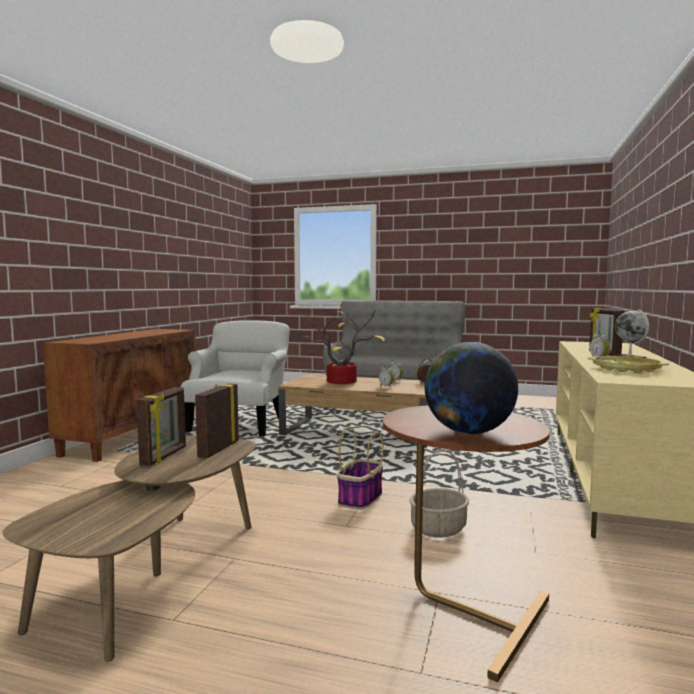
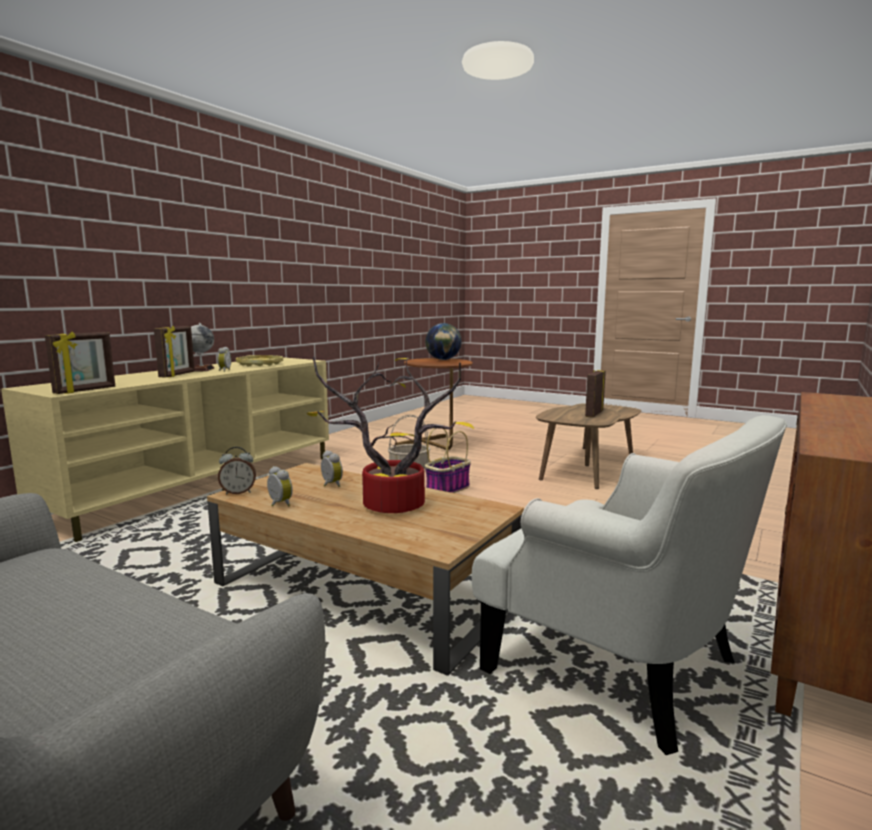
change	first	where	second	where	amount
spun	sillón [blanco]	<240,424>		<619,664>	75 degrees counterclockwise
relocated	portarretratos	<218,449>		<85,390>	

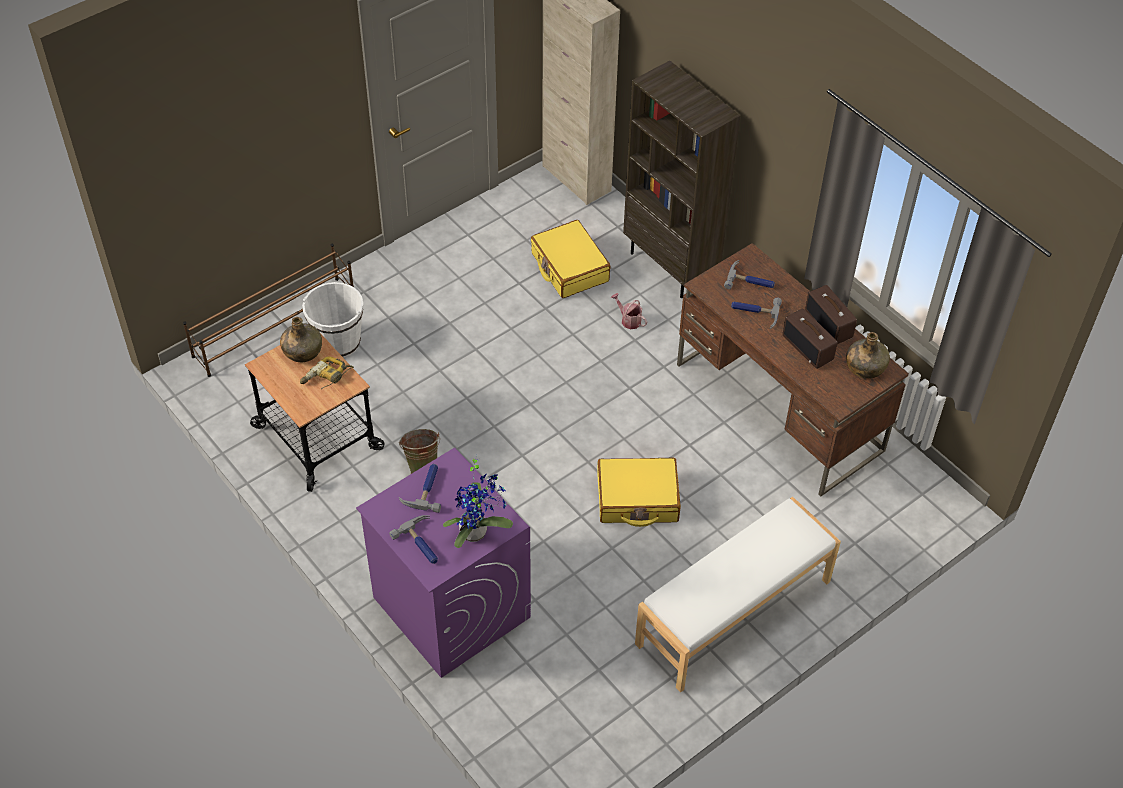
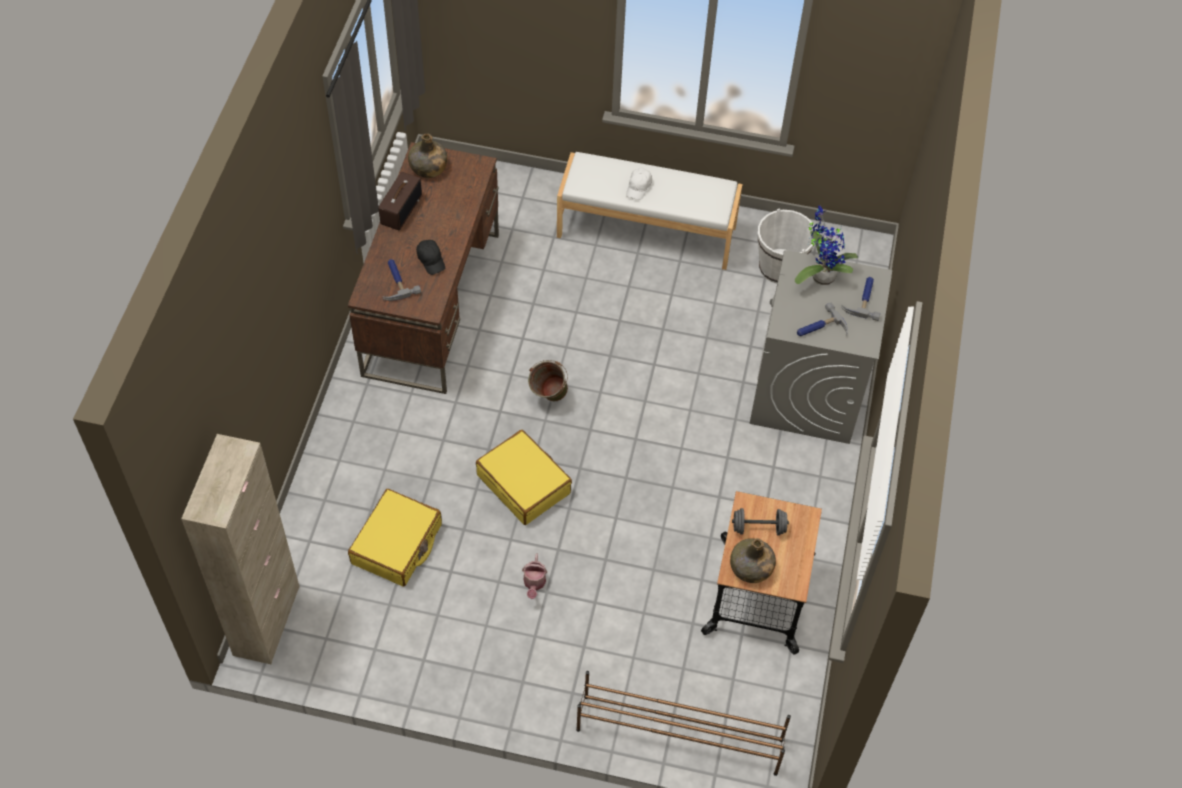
change	first	where	second	where	amount
exchanged	taladro	<326,378>	mancuerna [gris]	<758,528>	
relocated	cubo [blanco]	<338,342>		<780,267>	
colour	lavadora [morado]	<450,606>	lavadora [gris]	<807,391>	
relocated	cubo [verde]	<422,466>		<548,398>	
relocated	maleta [amarillo]	<637,499>		<524,484>	
relocated	regadera	<628,320>		<534,584>	
missing	estantería [marrón]	<671,267>			
exchanged	martillo	<754,313>	gorra [negro]	<431,260>	
missing	radio	<808,347>			
appeared			gorra [blanco]	<639,187>	

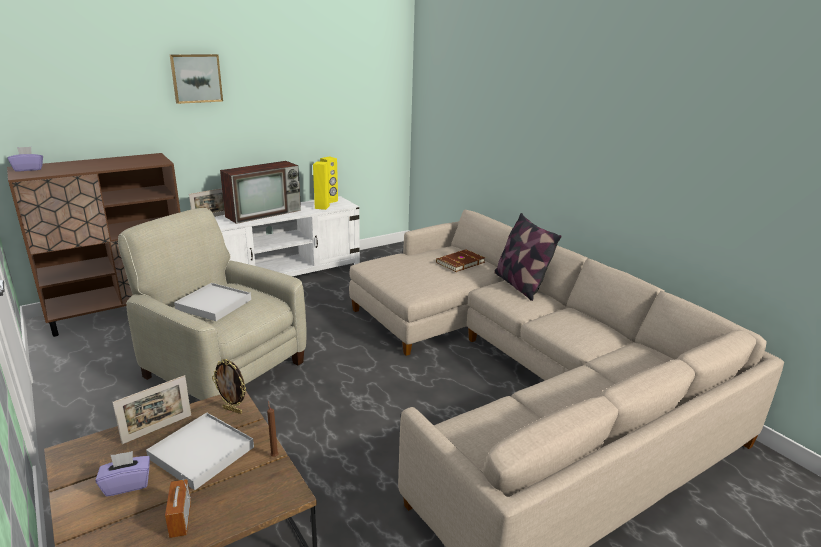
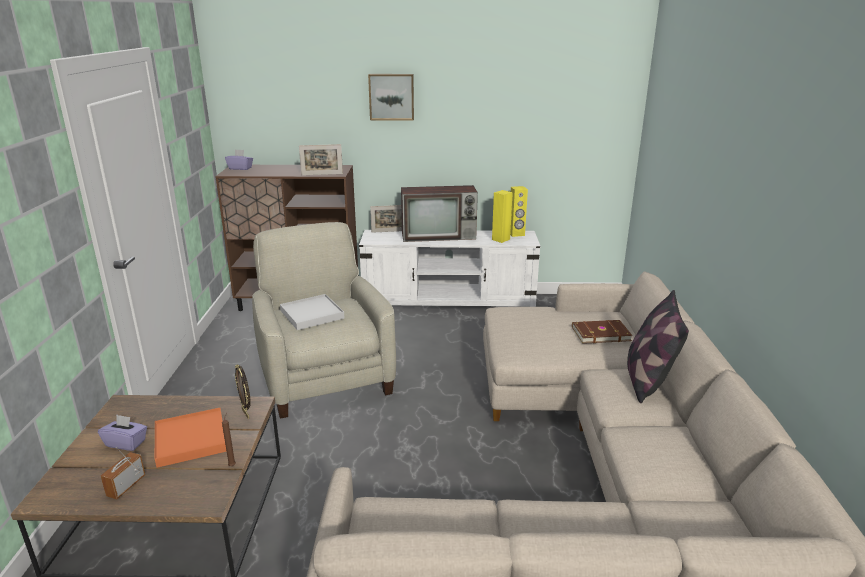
change	first	where	second	where	amount
relocated	portarretratos	<157,429>		<322,174>	
colour	bandeja [blanco]	<201,453>	bandeja [naranja]	<190,440>	

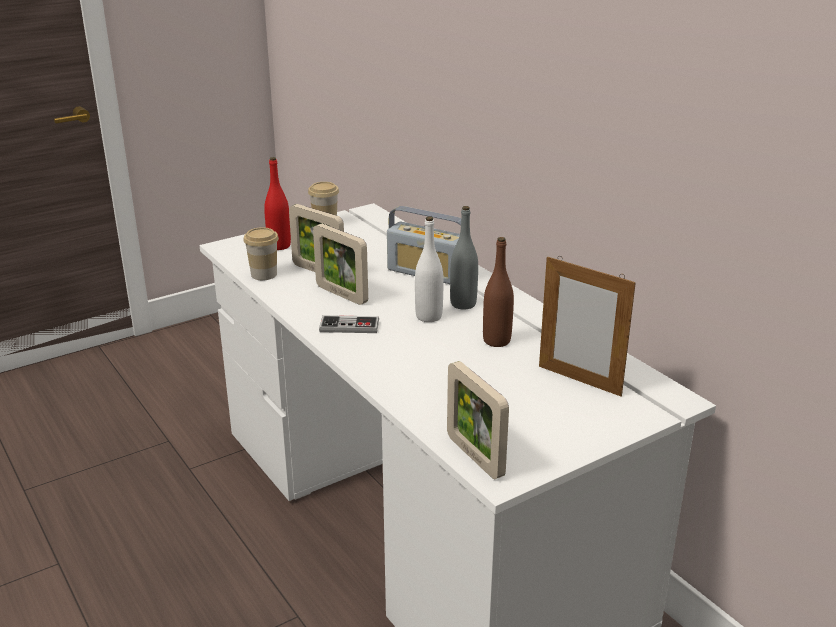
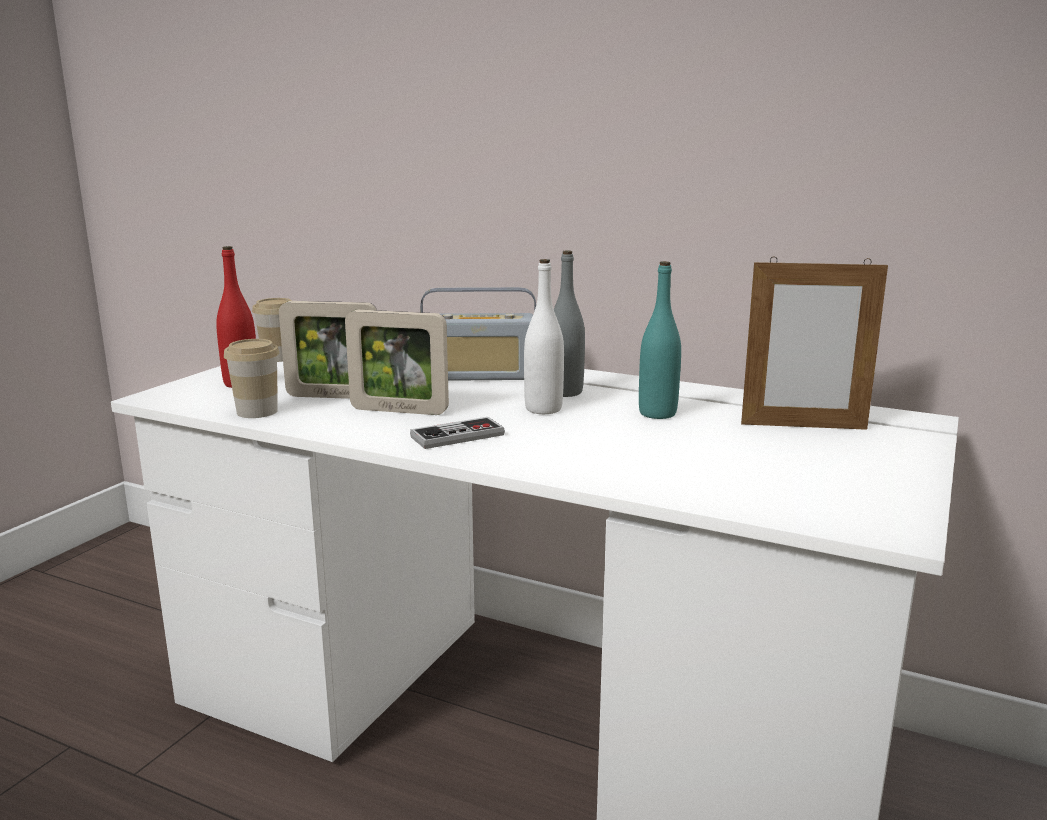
change	first	where	second	where	amount
missing	portarretratos	<475,456>			
colour	botella [marrón]	<496,341>	botella [turquesa]	<657,413>	

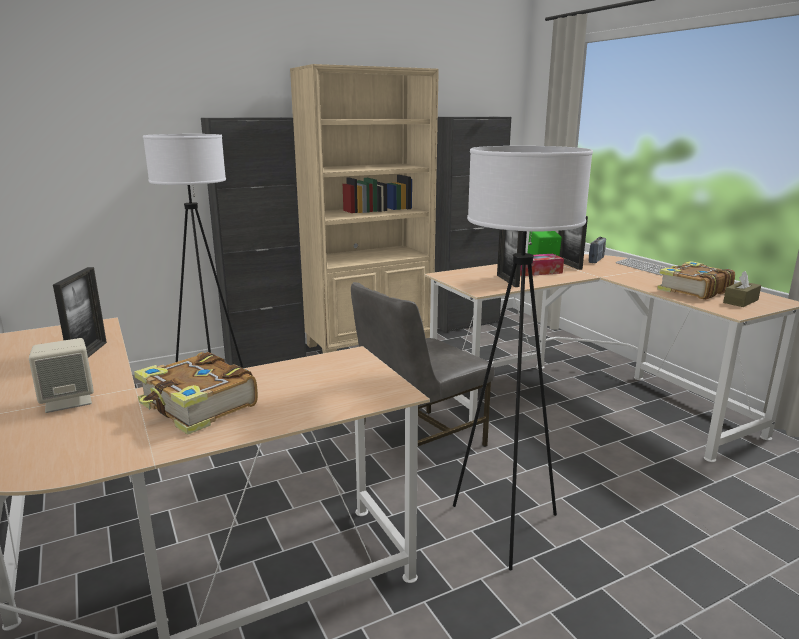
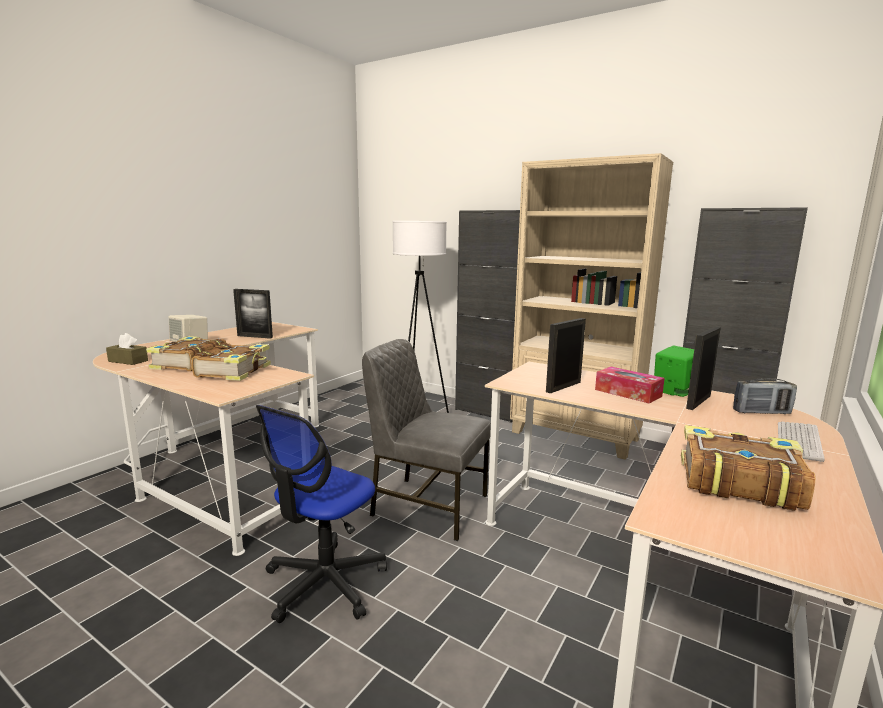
change	first	where	second	where	amount
spun	portarretratos	<88,354>		<255,336>	45 degrees clockwise
exchanged	lámpara de pie [blanco]	<504,527>	silla de oficina	<325,583>	
relocated	caja de pañuelos [marrón]	<740,301>		<128,361>	
appeared			libro	<235,371>	

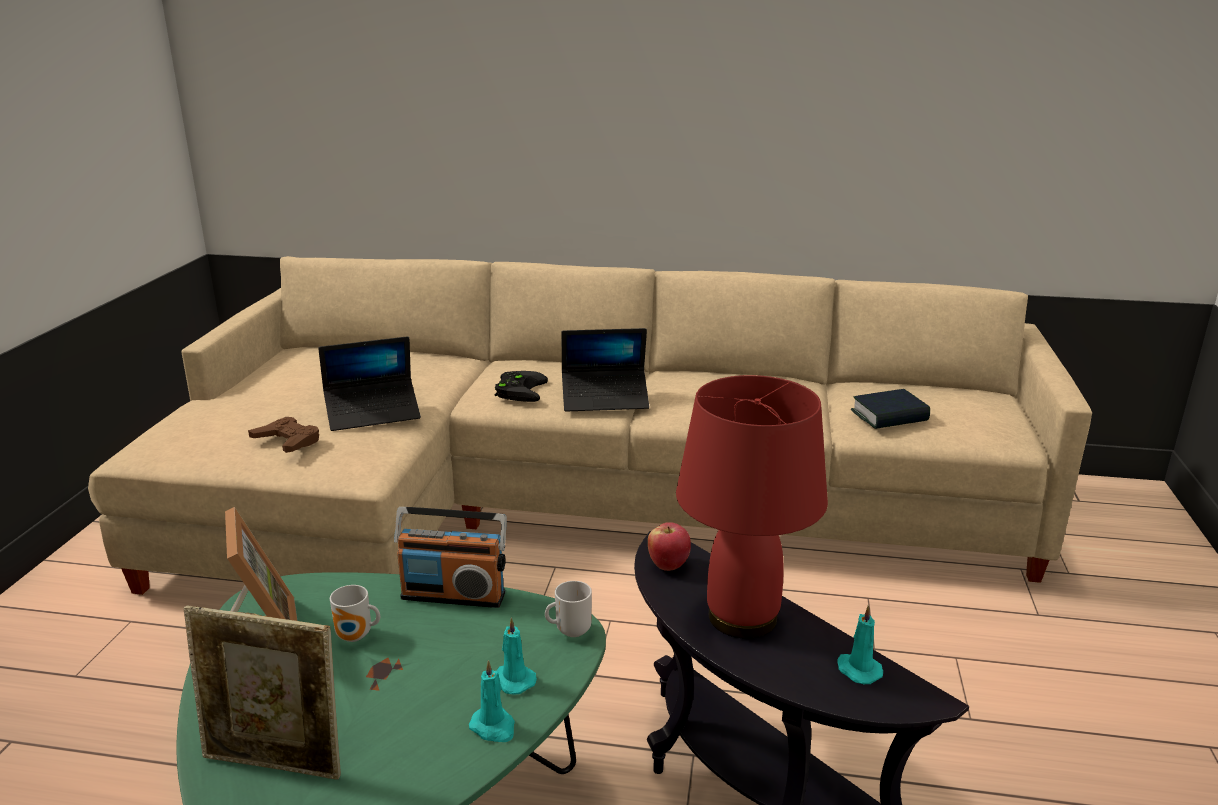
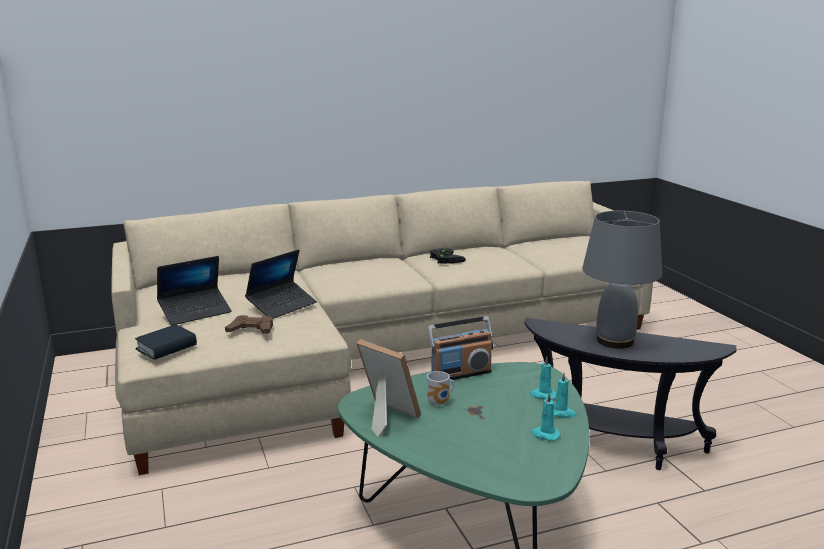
change	first	where	second	where	amount
missing	portarretratos	<276,762>			
relocated	mando de consola [negro]	<519,389>		<444,258>	
missing	taza grande	<570,630>			
relocated	portátil	<605,399>		<195,312>	
missing	manzana	<668,565>			
colour	lámpara de mesa [rojo]	<743,618>	lámpara de mesa [gris]	<616,341>	
relocated	vela [turquesa]	<857,670>		<545,435>	
relocated	libro	<889,416>		<166,347>	

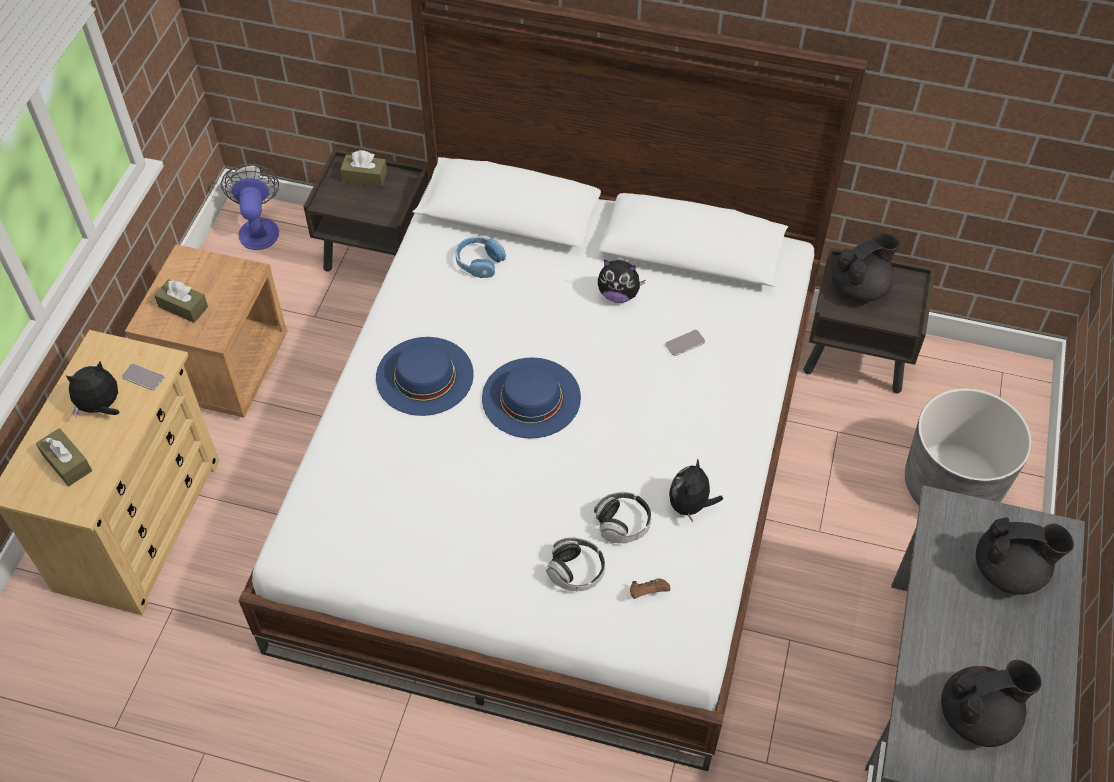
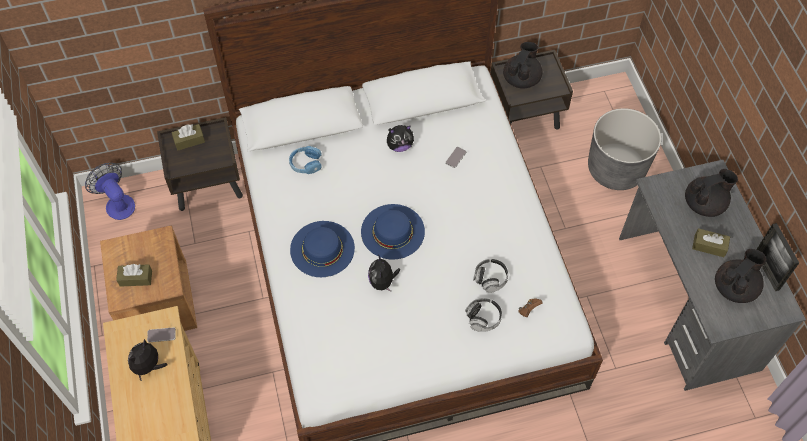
change	first	where	second	where	amount
relocated	caja de pañuelos [marrón]	<67,463>		<709,246>	
relocated	peluche	<690,505>		<382,282>	
appeared			portarretratos	<766,271>	

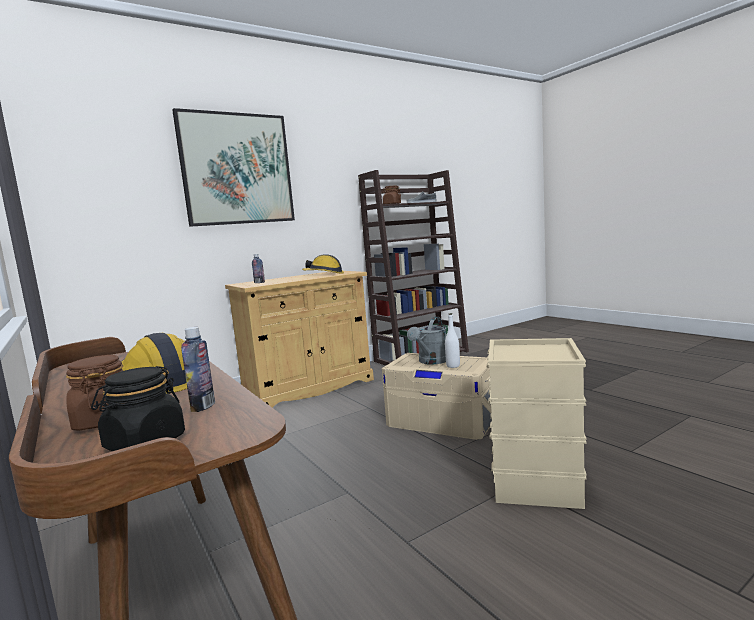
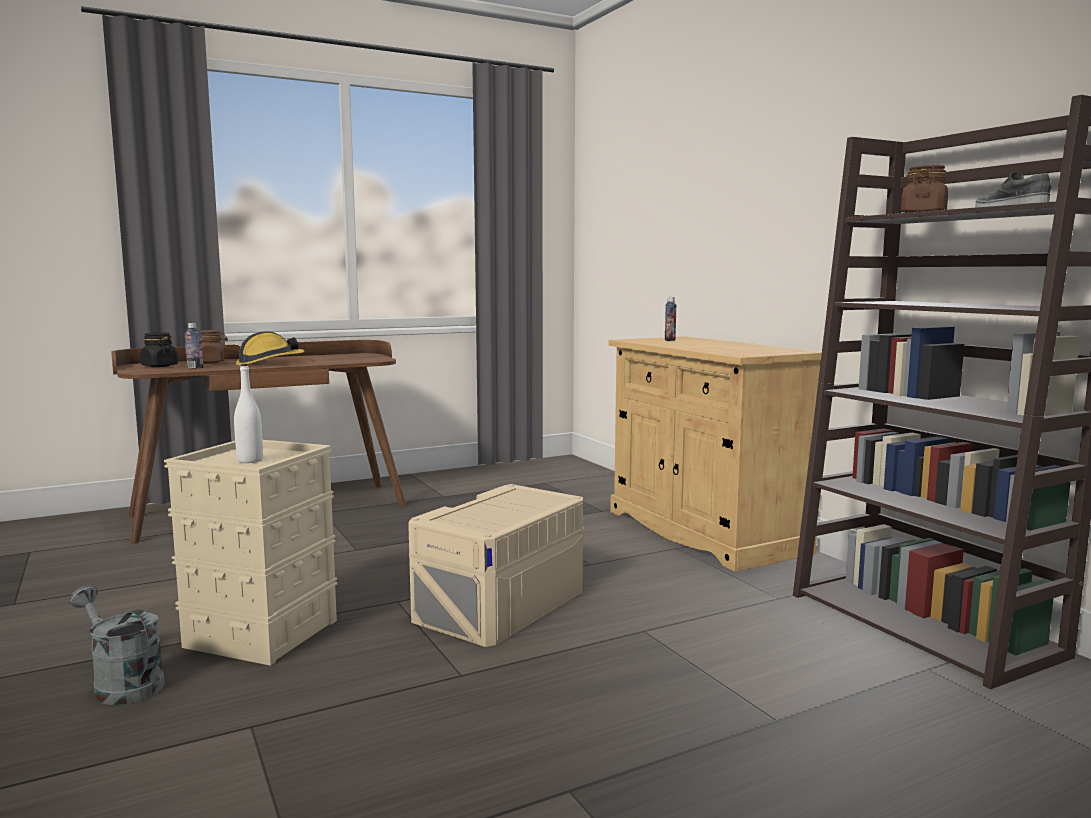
change	first	where	second	where	amount
missing	cuadro	<237,169>			
missing	casco	<324,274>			
relocated	regadera [gris]	<431,361>		<122,684>	
relocated	botella [blanco]	<453,366>		<250,460>	

